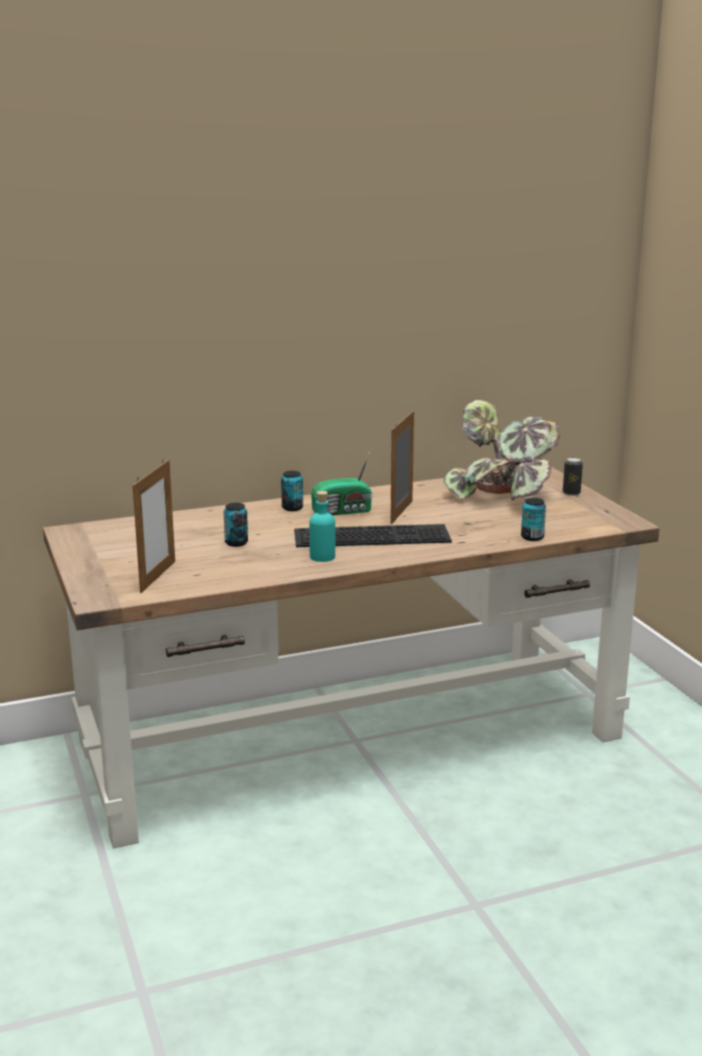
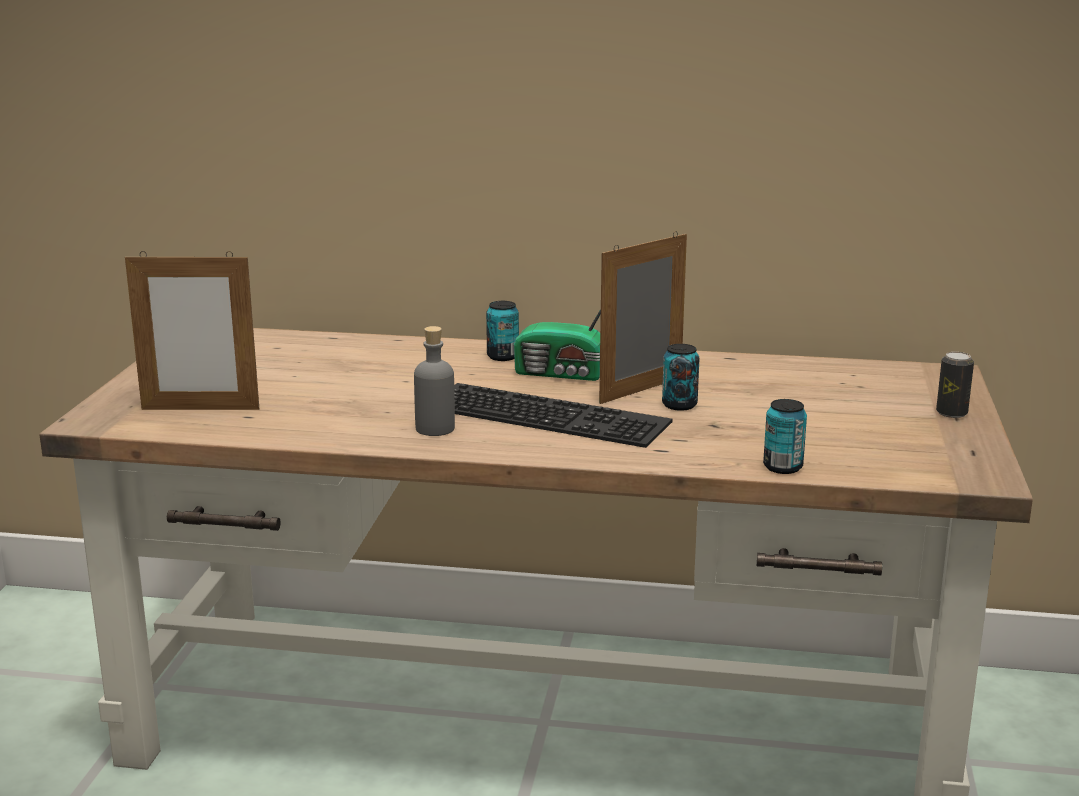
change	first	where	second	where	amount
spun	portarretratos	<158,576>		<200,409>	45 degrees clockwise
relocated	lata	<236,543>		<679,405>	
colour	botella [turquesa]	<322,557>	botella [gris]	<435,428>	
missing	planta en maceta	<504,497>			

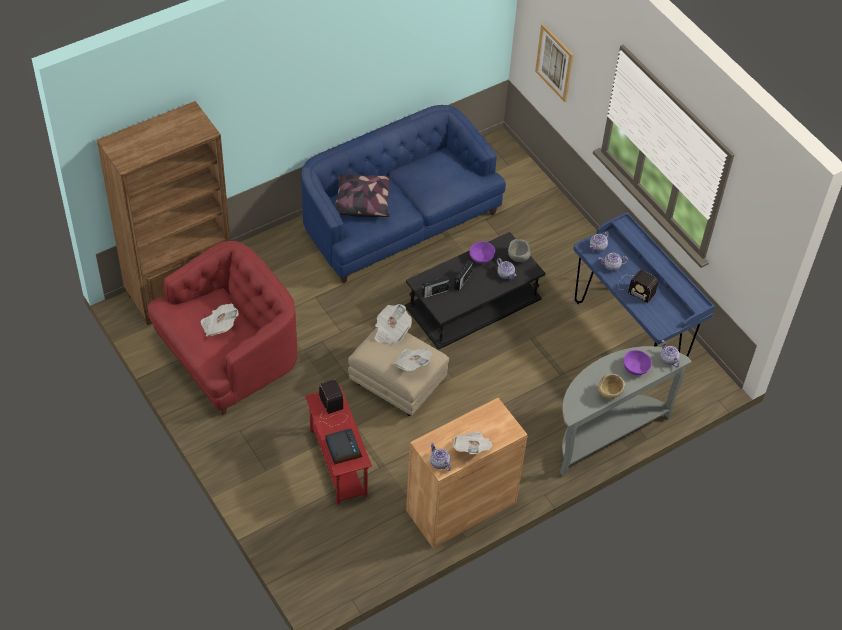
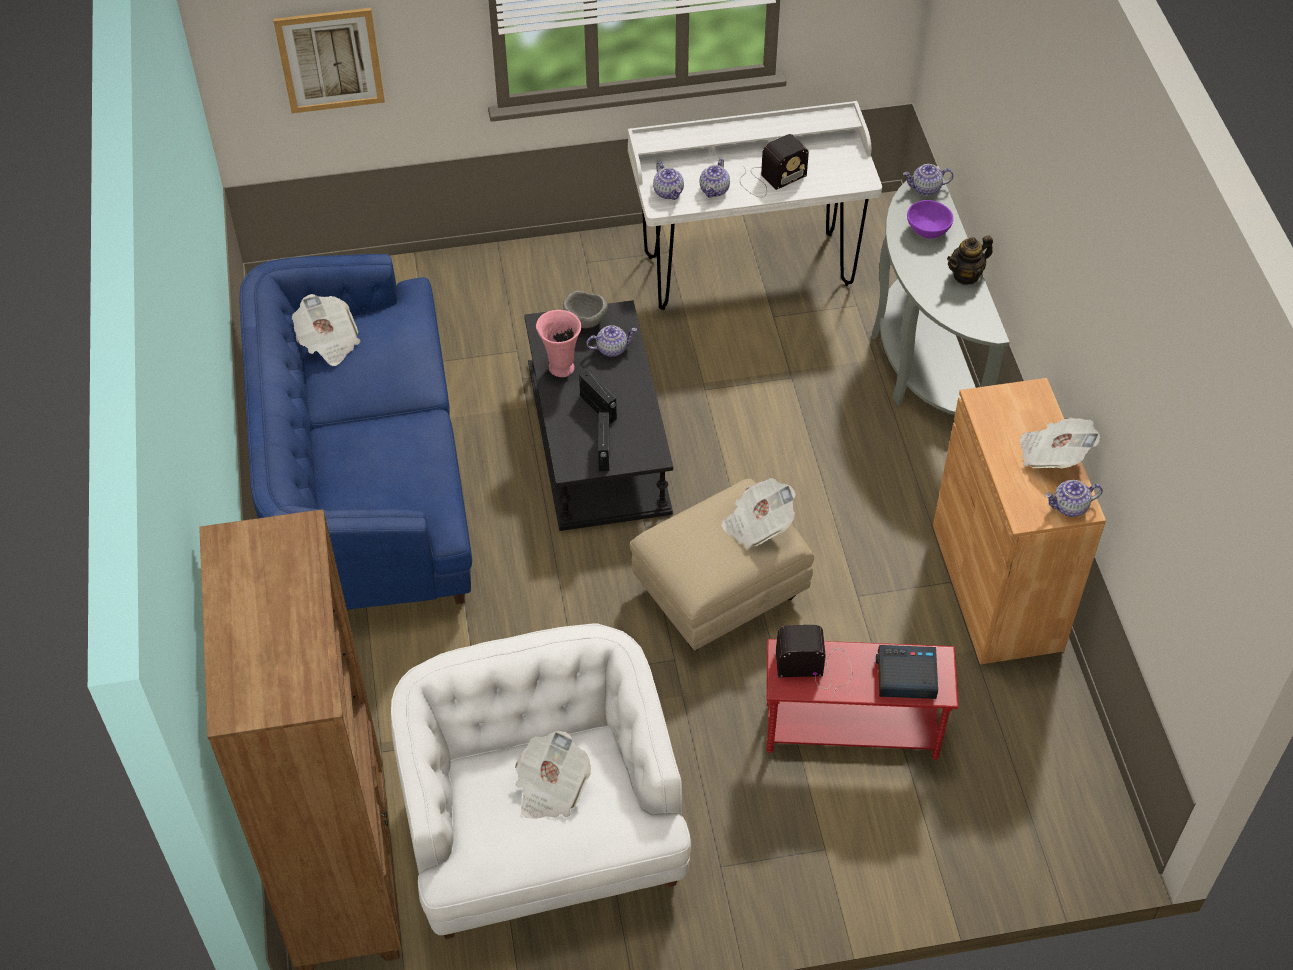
change	first	where	second	where	amount
colour	sillón [rojo]	<228,356>	sillón [blanco]	<542,835>	
missing	cojín	<362,201>			
relocated	periódico	<391,331>		<328,342>	
exchanged	cuenco [morado]	<481,257>	florero [rosa]	<560,367>	
colour	escritorio [azul]	<629,332>	escritorio [blanco]	<747,270>	
exchanged	cuenco [beis]	<609,394>	tetera	<966,275>	

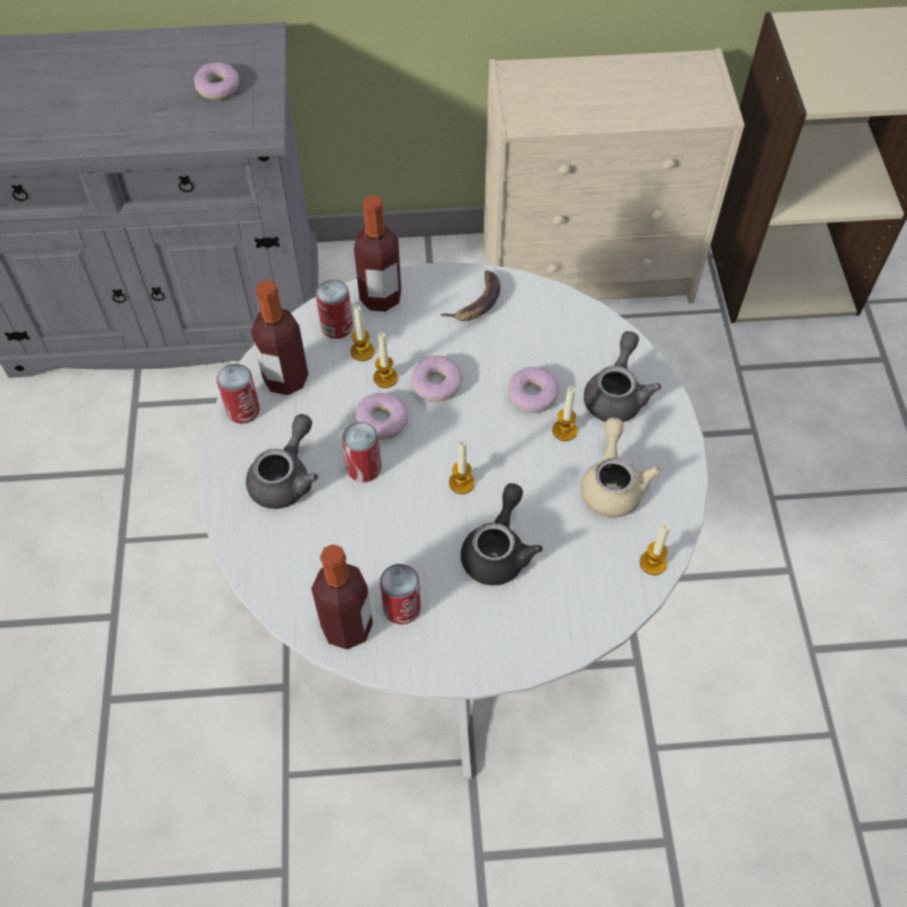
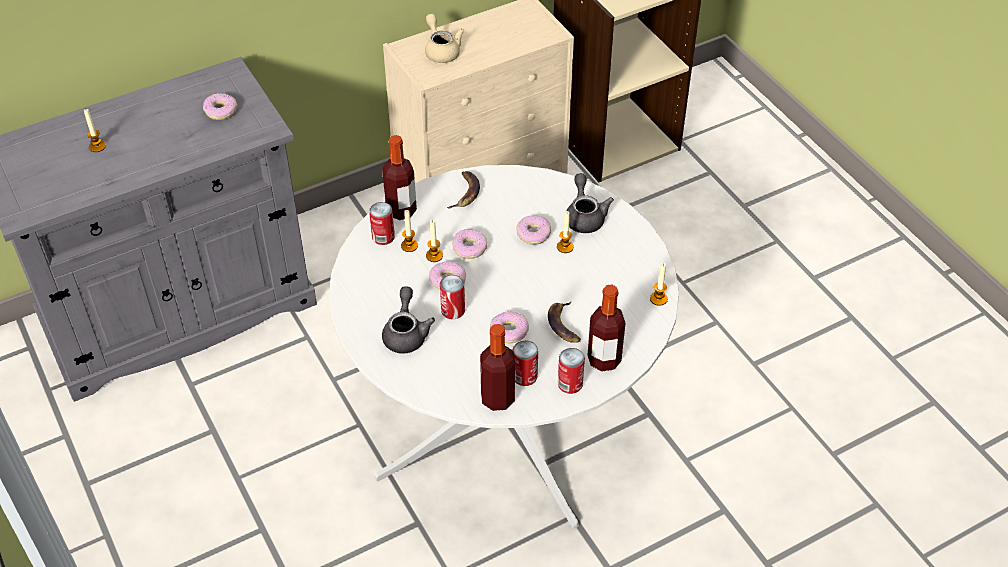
change	first	where	second	where	amount
relocated	lata	<243,410>		<570,384>	
relocated	botella	<286,379>		<604,360>	
relocated	vela	<461,483>		<97,146>	
exchanged	tetera [negro]	<498,550>	plátano	<564,325>	
relocated	tetera [beis]	<612,484>		<441,50>	
appeared			rosquilla	<509,331>	

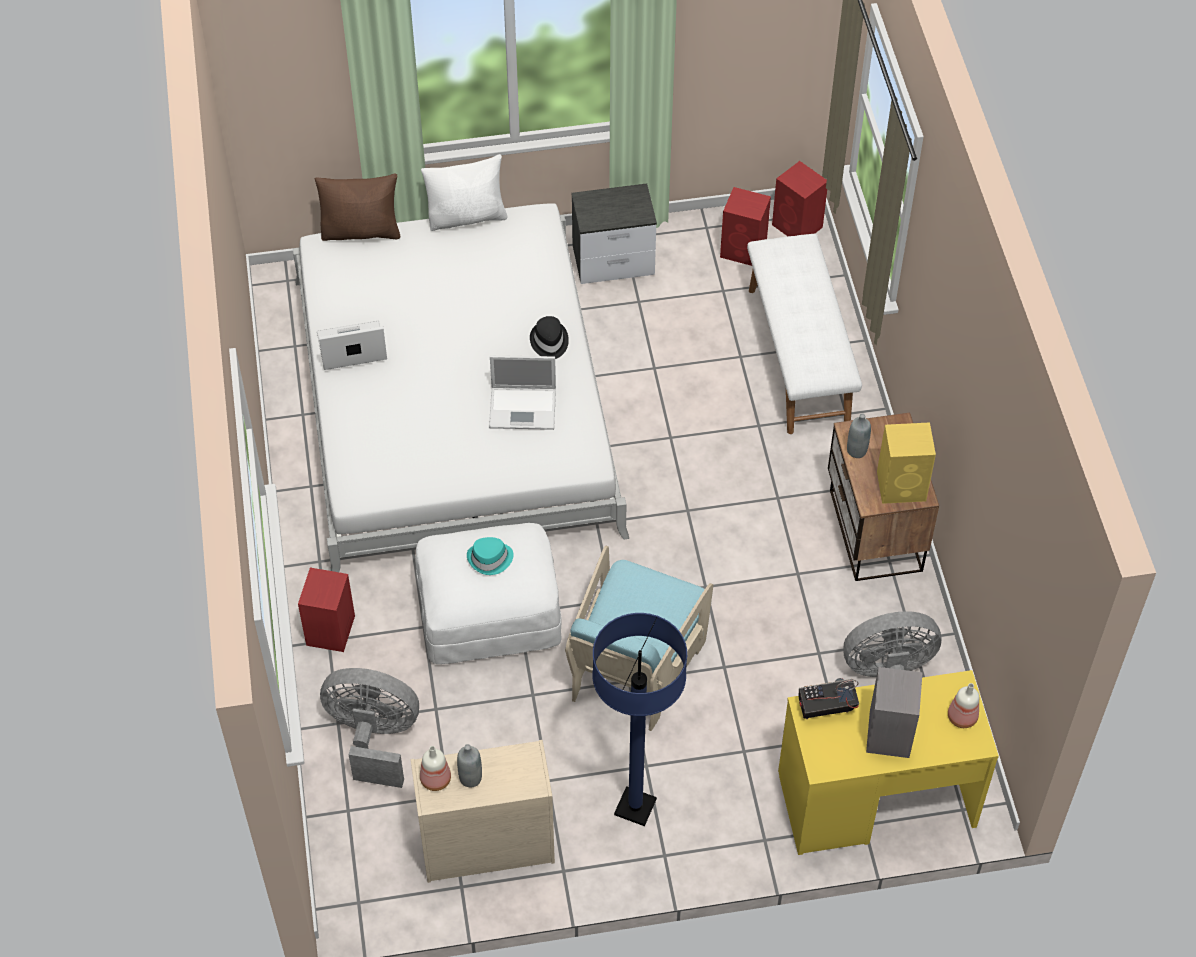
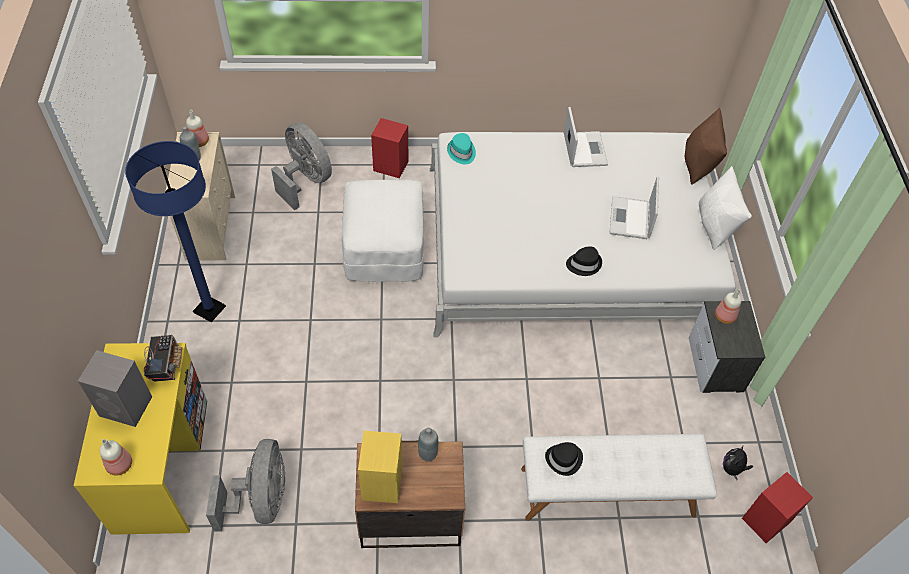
change	first	where	second	where	amount
spun	ventilador [gris]	<374,738>		<305,180>	60 degrees counterclockwise
relocated	sombrero [turquesa]	<490,559>		<461,152>	
relocated	portátil	<524,408>		<630,219>	
missing	sillón [turquesa]	<635,667>			
exchanged	altavoz [rojo]	<744,250>	peluche	<732,468>	
appeared			sombrero [negro]	<564,459>	
appeared			botella	<725,317>	

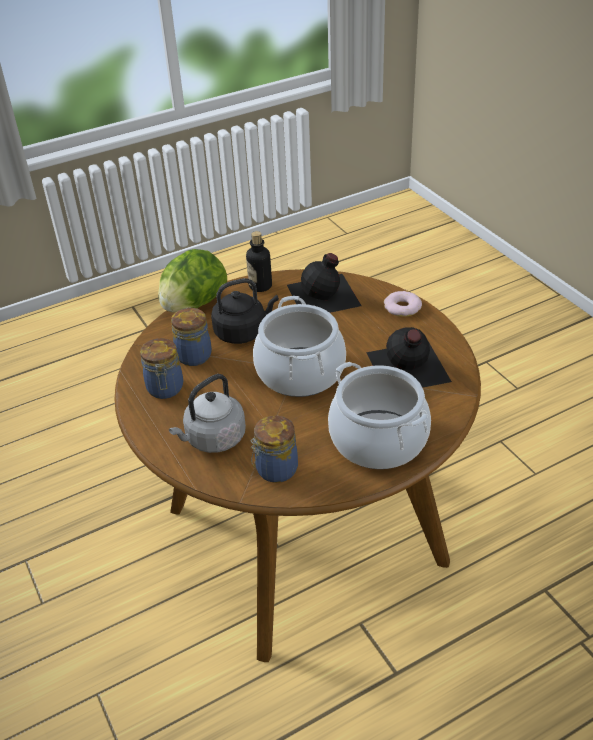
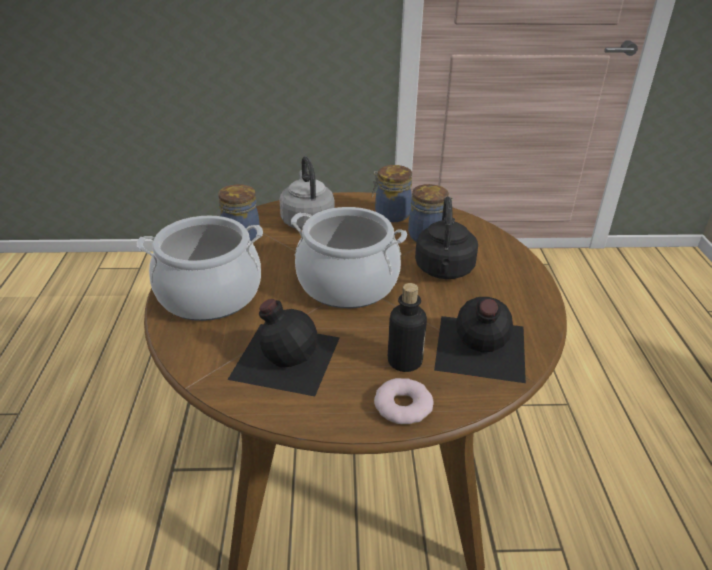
change	first	where	second	where	amount
missing	lechuga	<194,305>			
relocated	botella	<260,286>		<404,361>	

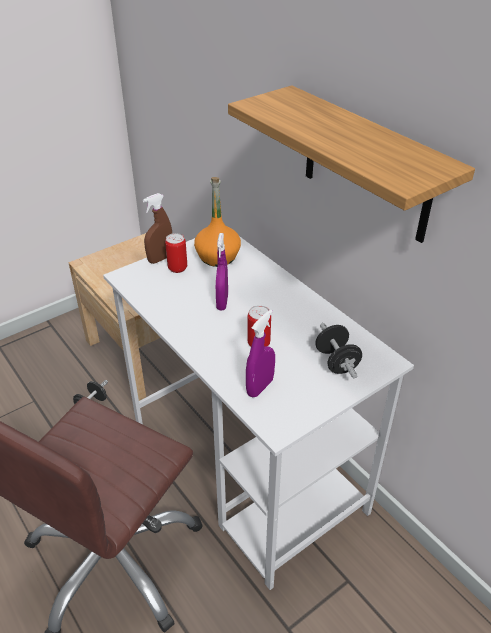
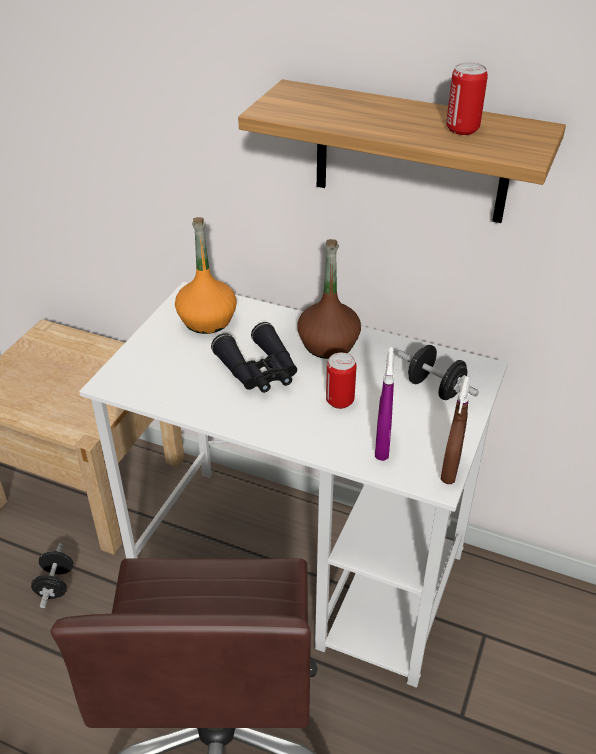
change	first	where	second	where	amount
relocated	pulverizador [marrón]	<160,258>		<450,470>	
relocated	lata	<177,268>		<462,129>	
exchanged	pulverizador [morado]	<222,302>	prismáticos [negro]	<259,370>	
appeared			botella [marrón]	<328,344>	

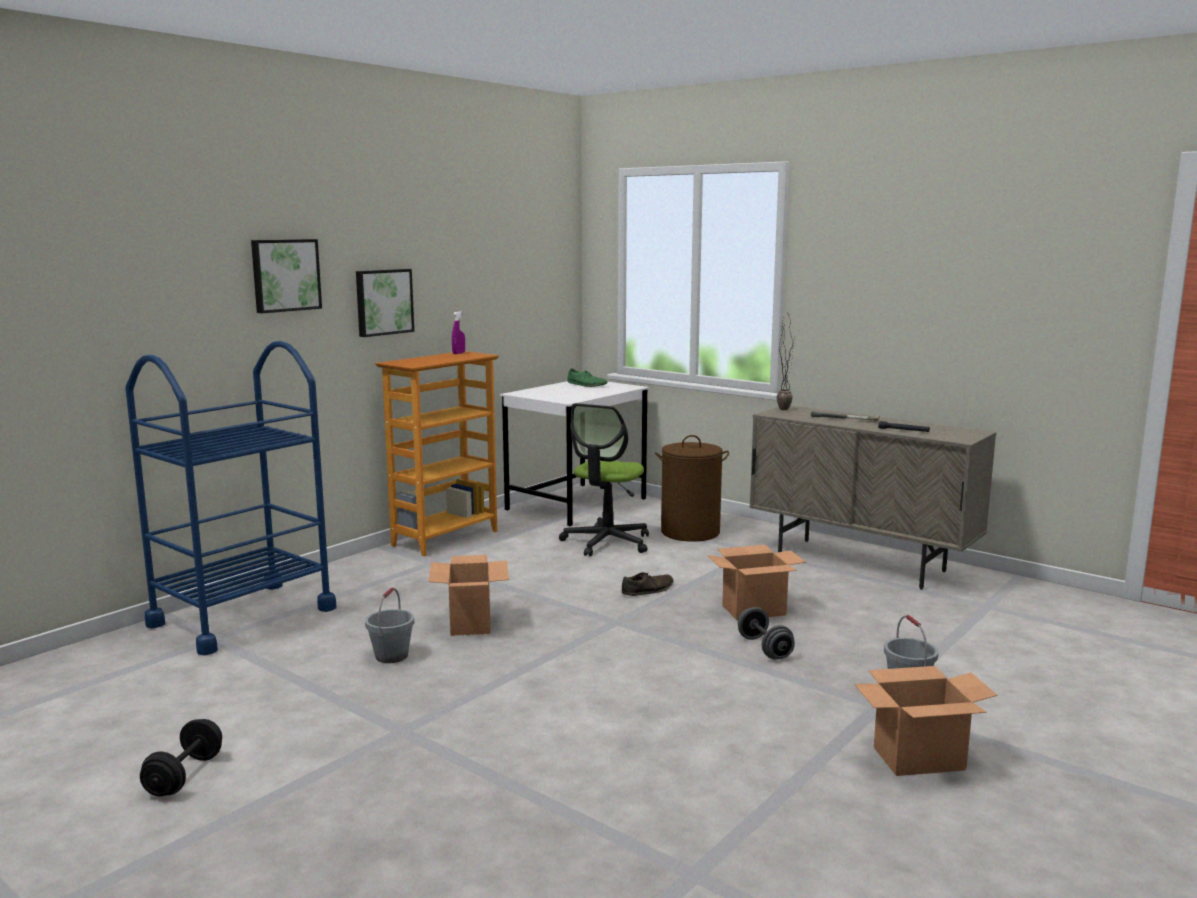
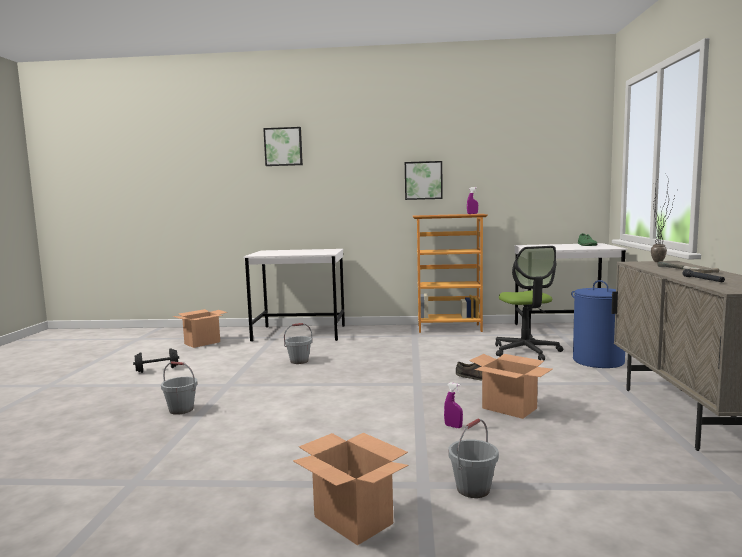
change	first	where	second	where	amount
exchanged	carrito [azul]	<242,617>	escritorio [blanco]	<300,333>	
relocated	cuadro	<285,275>		<283,146>	
relocated	caja de cartón	<470,623>		<202,343>	
spun	silla de oficina	<607,542>		<526,351>	90 degrees counterclockwise
colour	cesto de la ropa [marrón]	<690,532>	cesto de la ropa [azul]	<598,361>	
exchanged	mancuerna [gris]	<764,648>	pulverizador [morado]	<453,426>	
appeared			cubo [gris]	<181,410>	

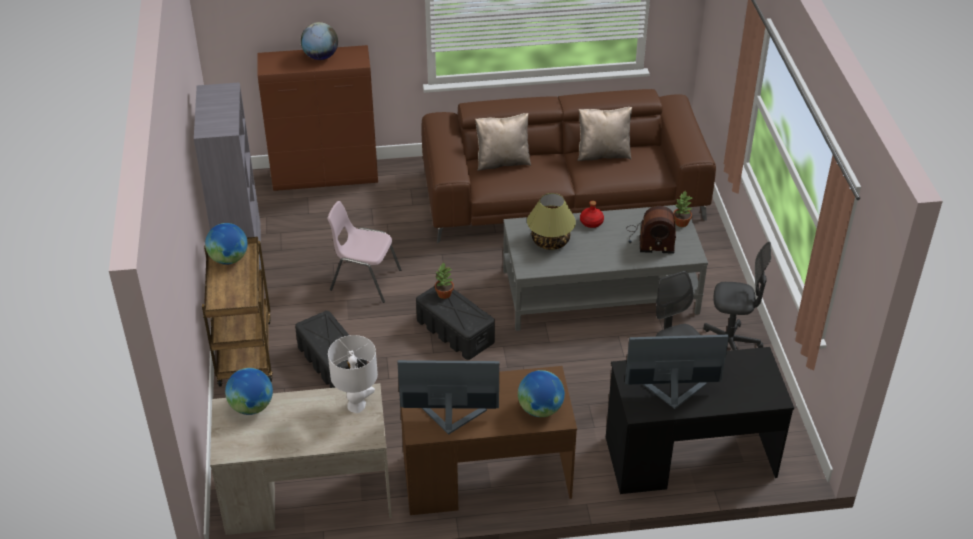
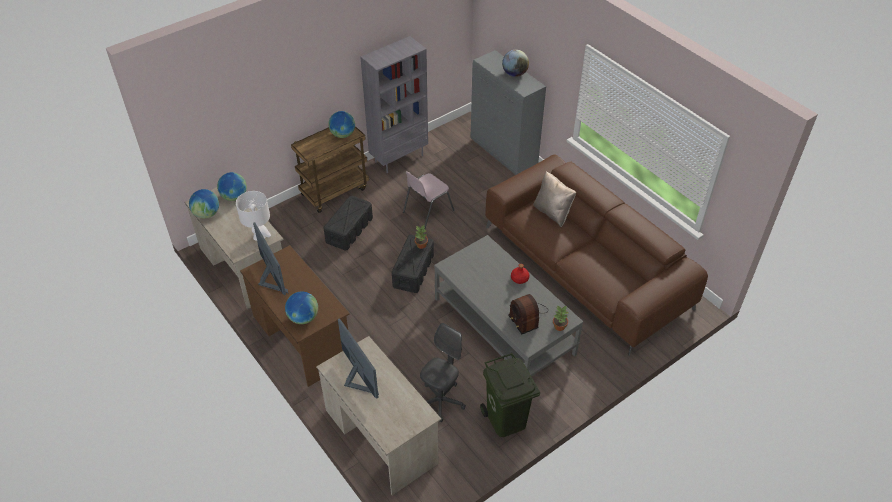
change	first	where	second	where	amount
colour	armario [marrón]	<326,177>	armario [gris]	<504,153>	
spun	silla [rosa]	<364,280>		<427,211>	120 degrees counterclockwise
missing	lámpara de mesa	<550,241>			
missing	cojín [beis]	<603,154>			
colour	escritorio [negro]	<689,457>	escritorio [beis]	<381,436>	
exchanged	silla de oficina [gris]	<730,345>	papelera [verde]	<505,419>	
appeared			globo terráqueo	<207,214>	

